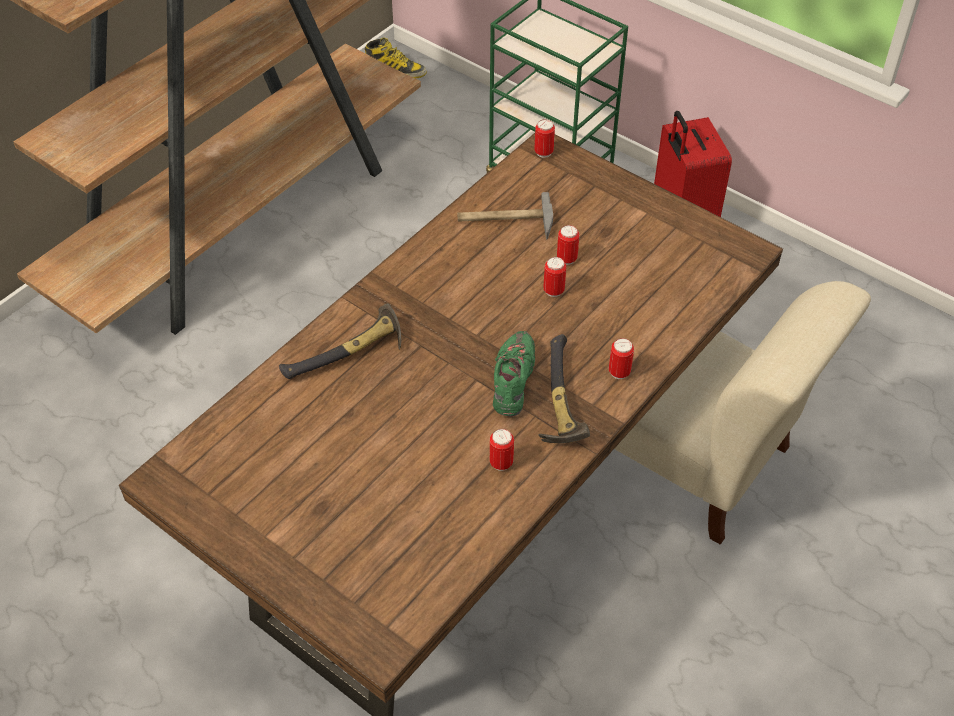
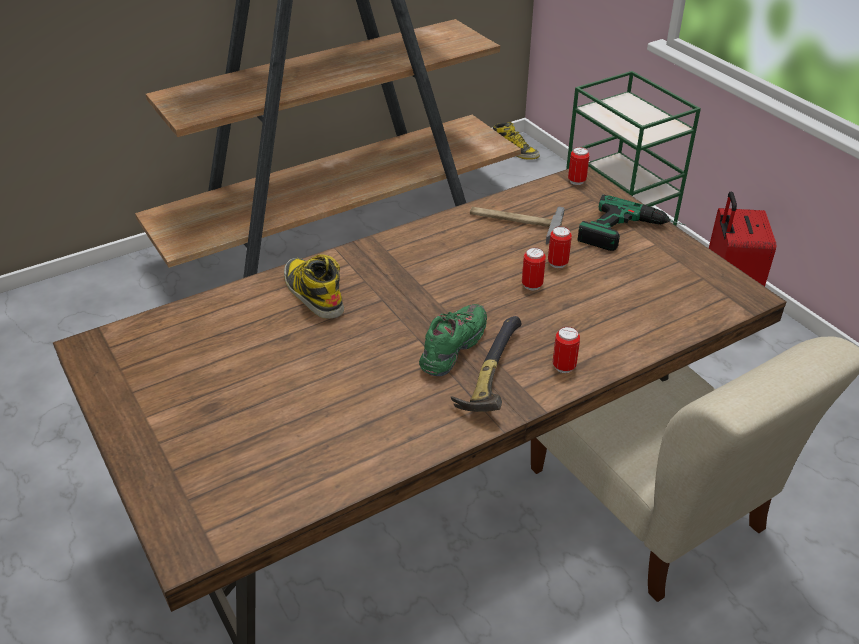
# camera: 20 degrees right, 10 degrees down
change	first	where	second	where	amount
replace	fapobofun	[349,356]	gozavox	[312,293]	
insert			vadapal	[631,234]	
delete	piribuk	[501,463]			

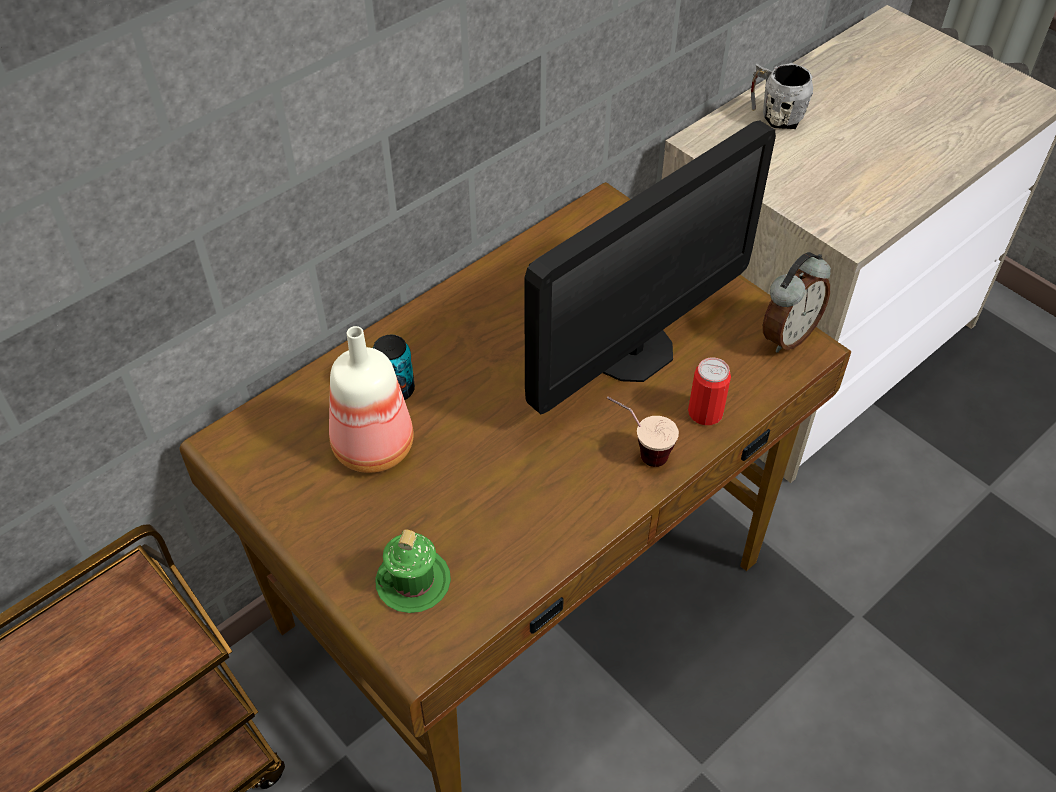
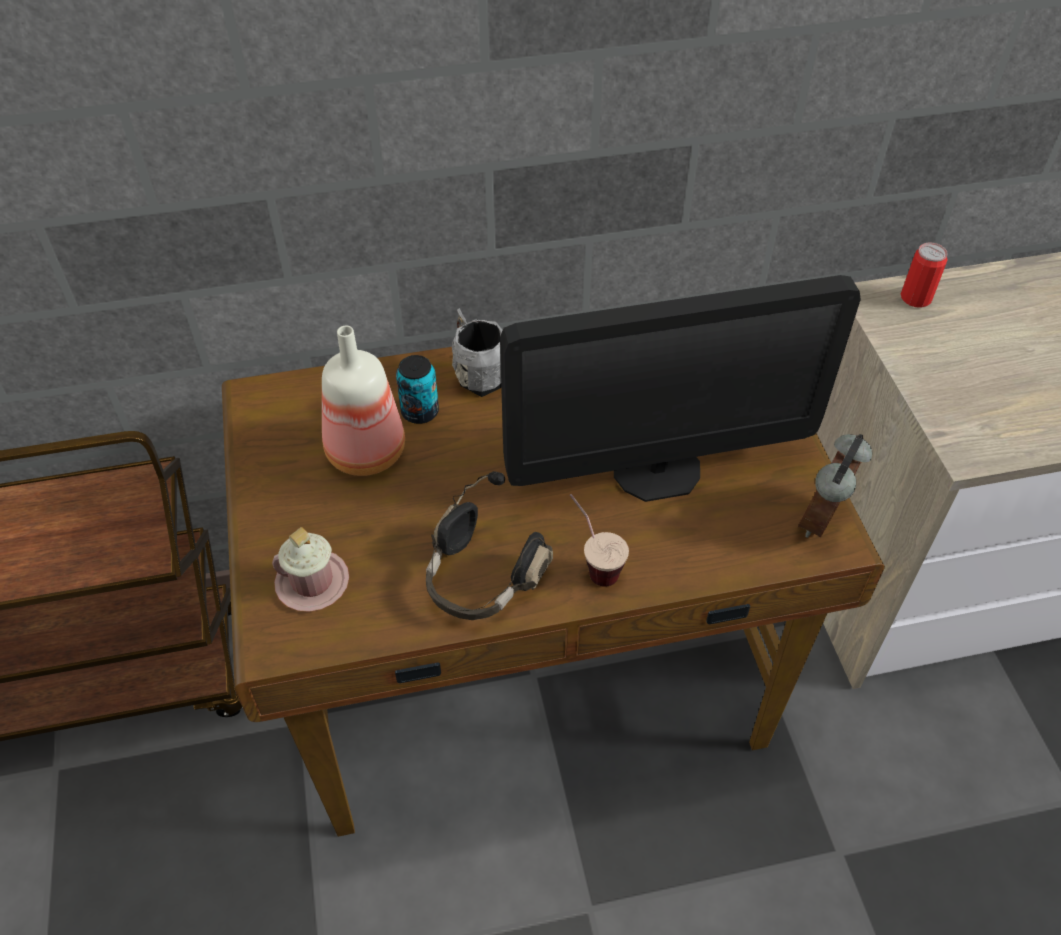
# camera: 30 degrees right, 0 degrees up
change	first	where	second	where	amount
recolor	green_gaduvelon	[413,582]	pink_gaduvelon	[312,582]	
insert			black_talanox	[481,578]	
move	grey_gaduvelon	[775,116]		[477,374]	
rotate	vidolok	[787,335]		[823,520]	135 degrees clockwise
move	piribuk	[705,412]		[915,298]	

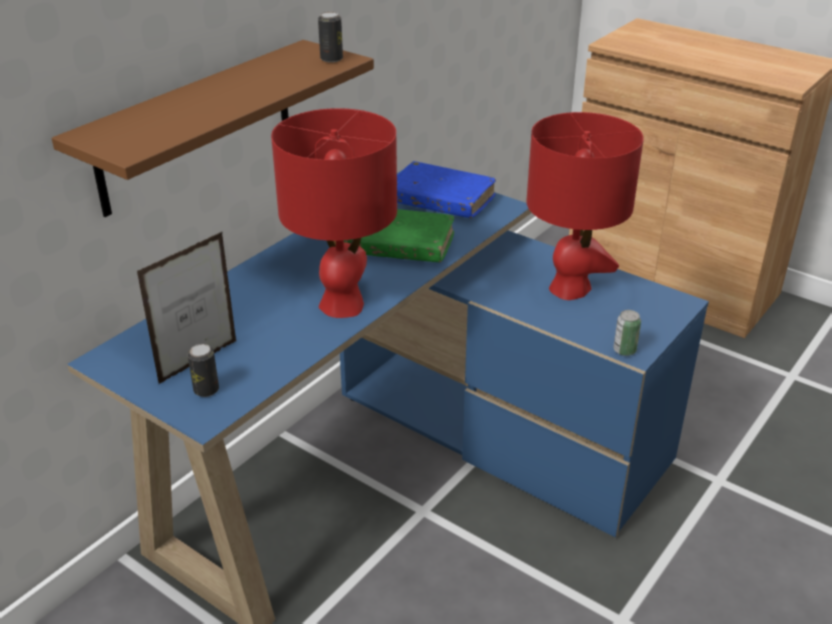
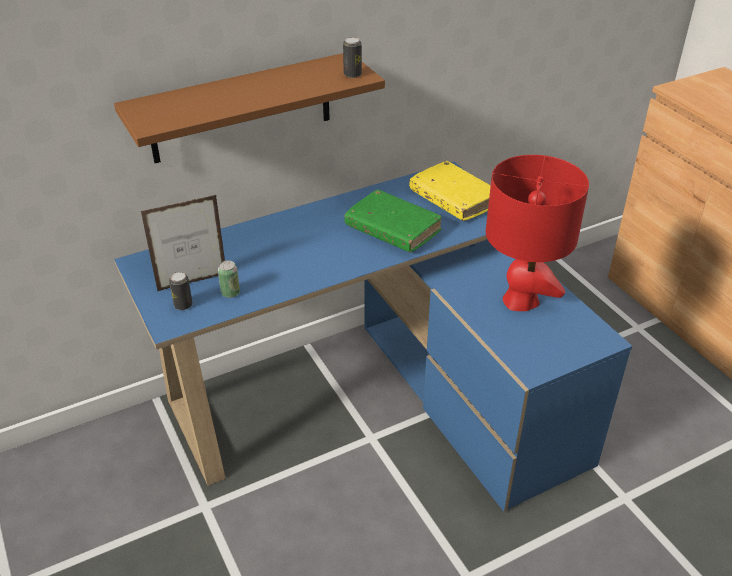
# camera: 25 degrees right, 5 degrees up
change	first	where	second	where	amount
move	piribuk	[624,350]		[230,293]	
recolor	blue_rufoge	[441,200]	yellow_rufoge	[453,199]	
delete	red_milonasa	[343,304]			

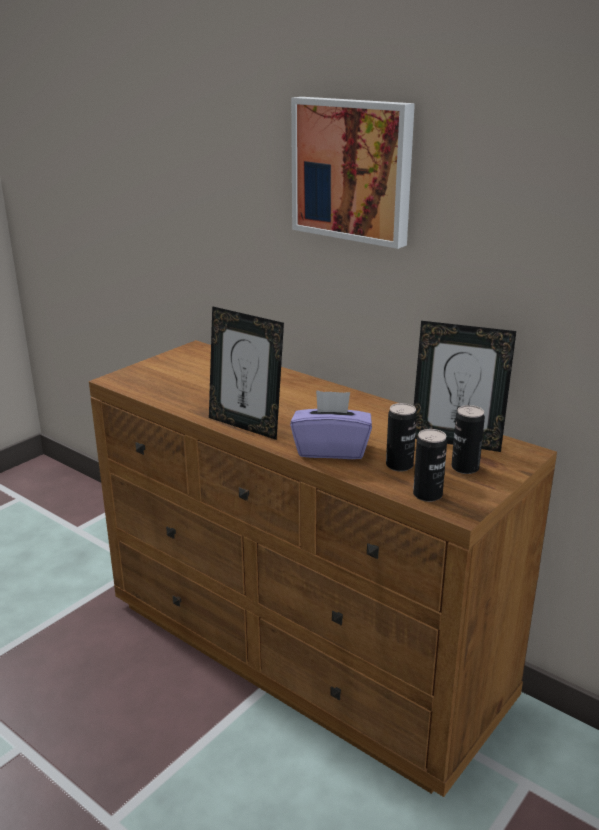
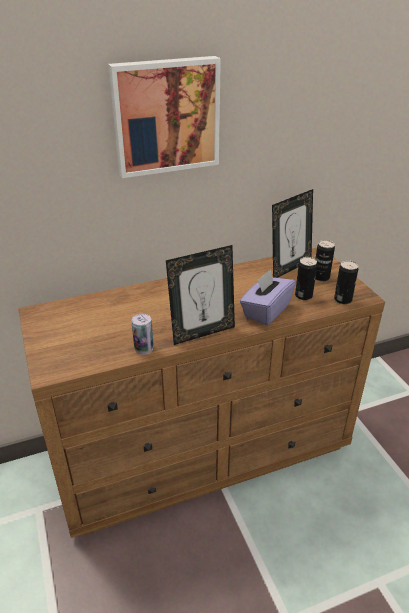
# camera: 60 degrees left, 10 degrees up
change	first	where	second	where	amount
insert			piribuk	[144,348]	

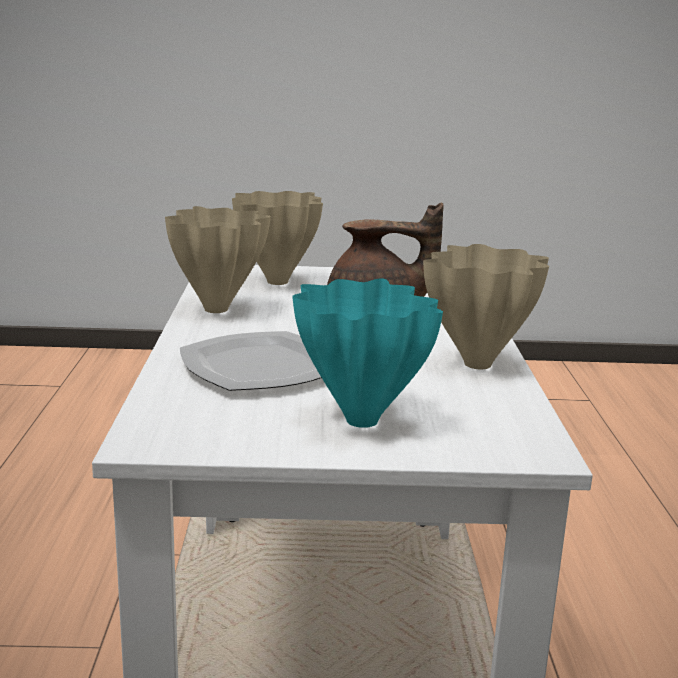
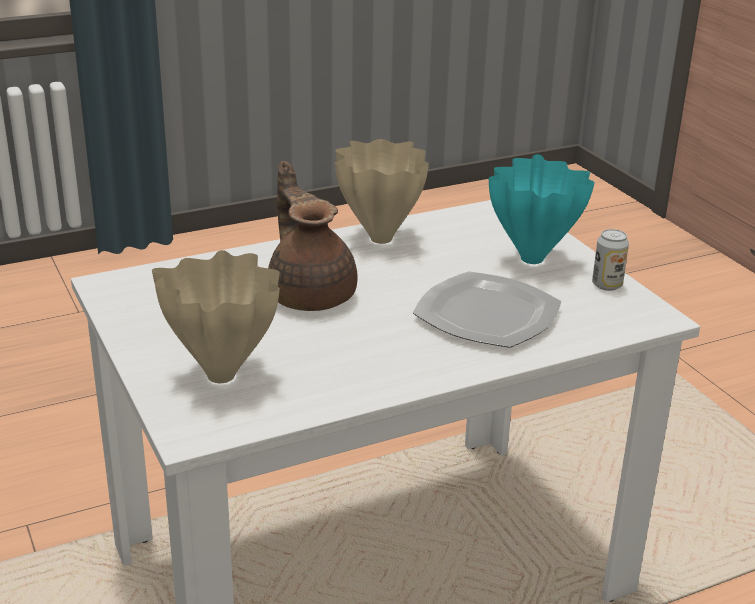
# camera: 115 degrees left, 10 degrees up
change	first	where	second	where	amount
insert			piribuk	[607,285]	
delete	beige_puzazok	[217,310]			

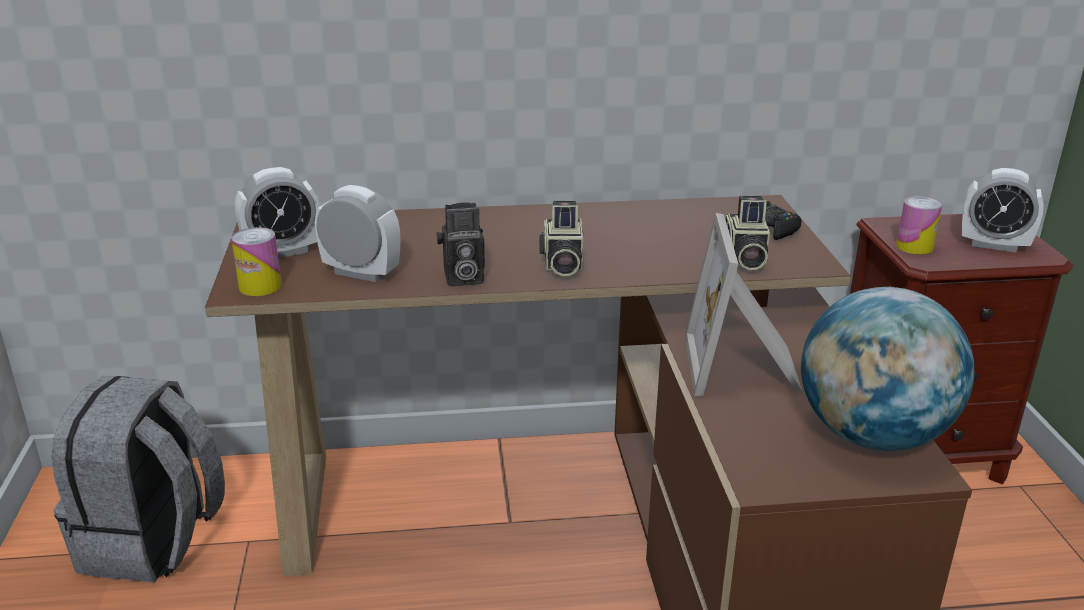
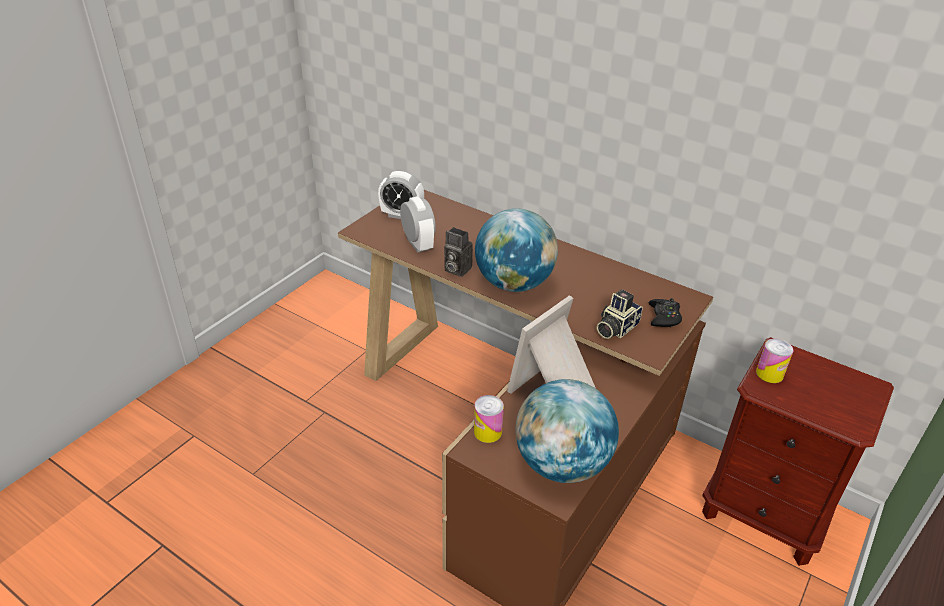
# camera: 40 degrees right, 10 degrees up
change	first	where	second	where	amount
move	piribuk	[260,286]		[487,432]	
replace	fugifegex	[561,264]	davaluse	[514,283]	
delete	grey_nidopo	[153,542]			
delete	vidolok	[993,245]			

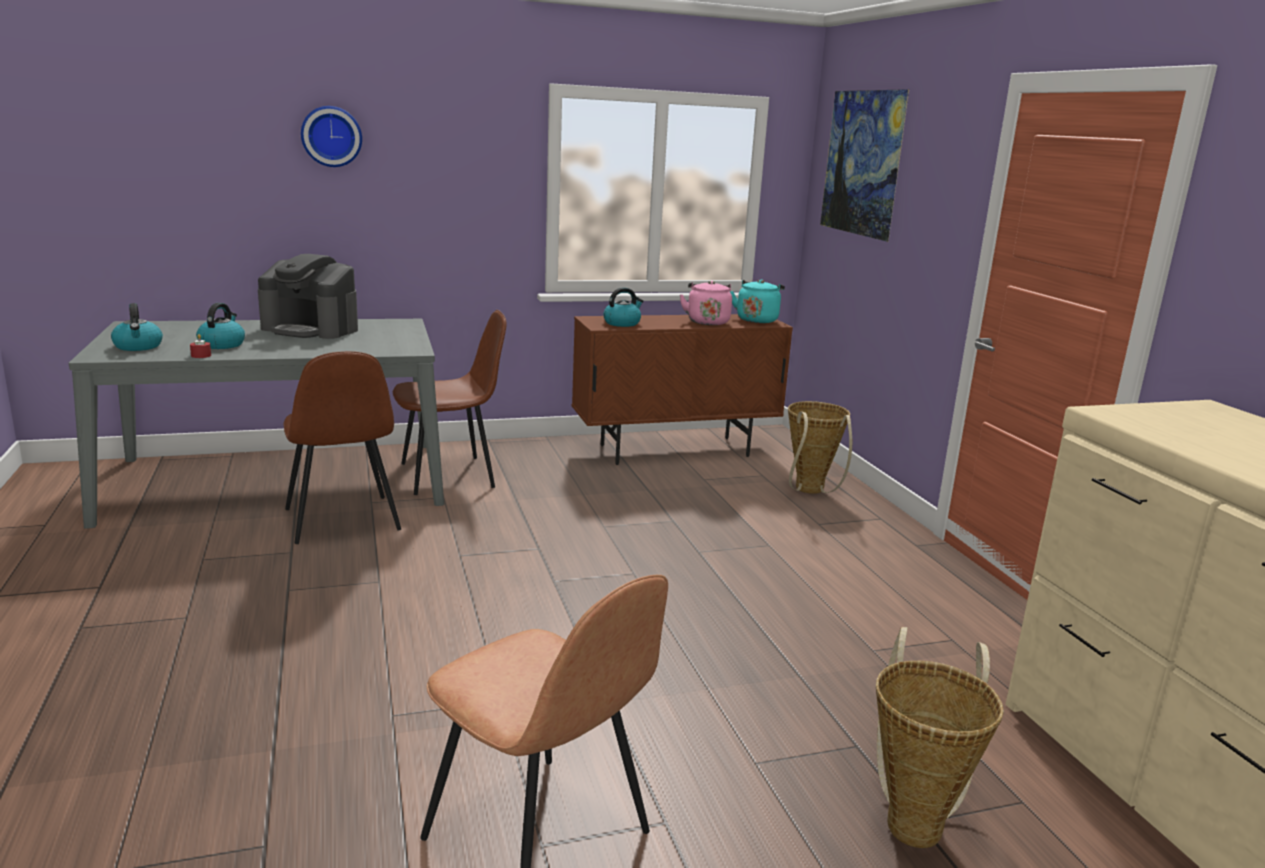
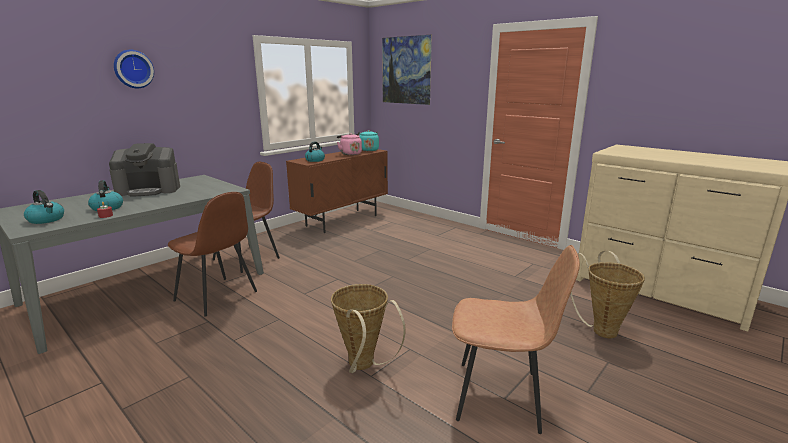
# camera: 30 degrees left, 0 degrees up
change	first	where	second	where	amount
move	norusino	[810,491]		[363,366]	

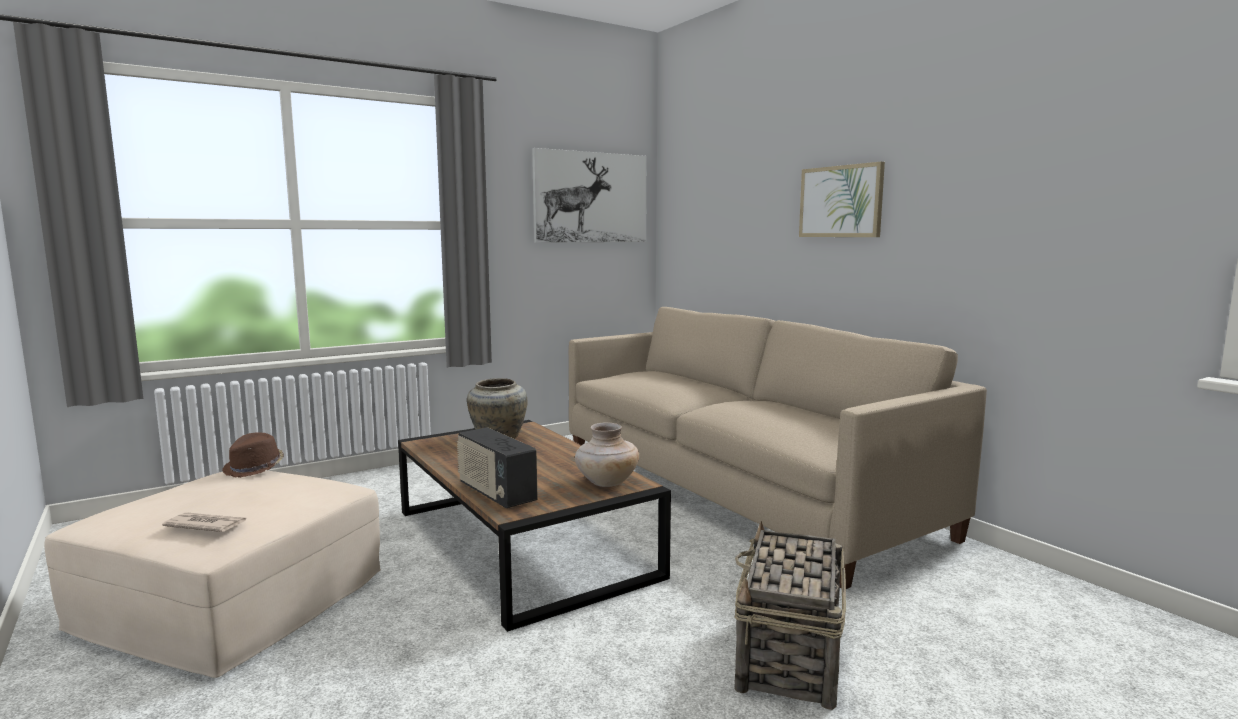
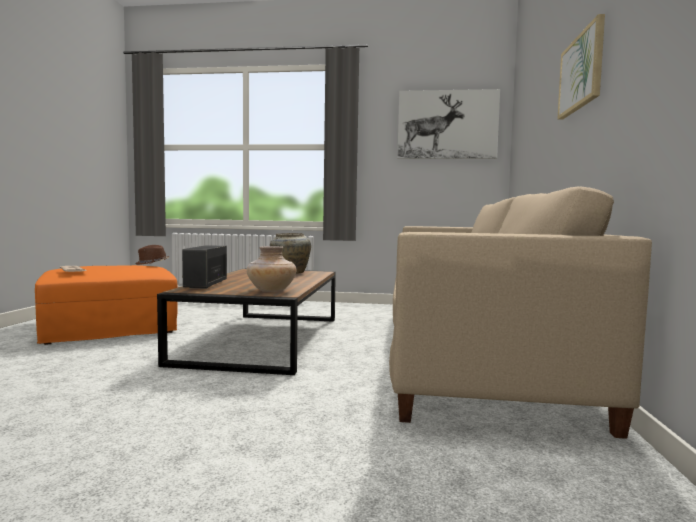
# camera: 40 degrees right, 5 degrees down
change	first	where	second	where	amount
recolor	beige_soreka	[233,601]	orange_soreka	[110,326]	
delete	norusino	[788,657]			

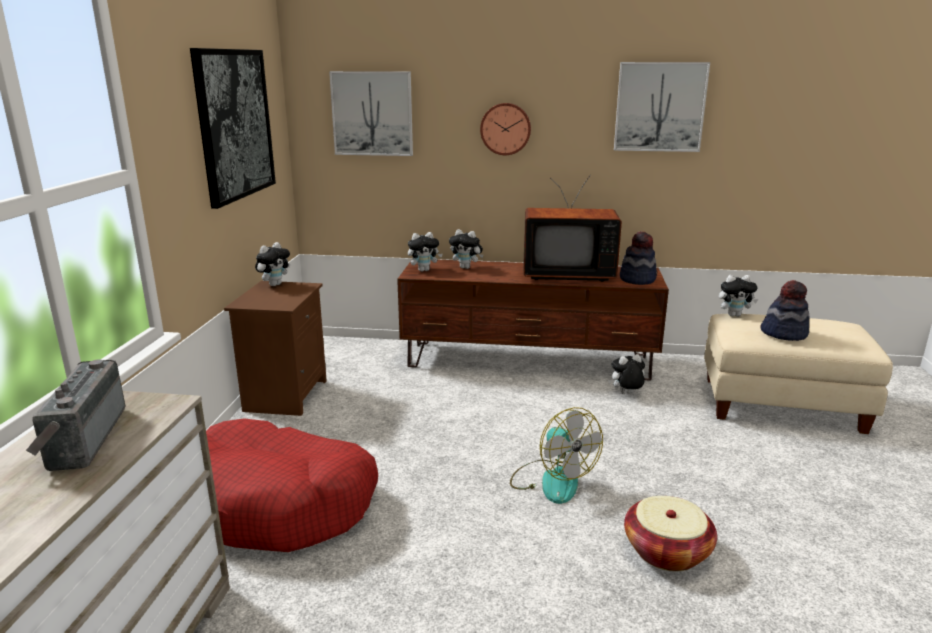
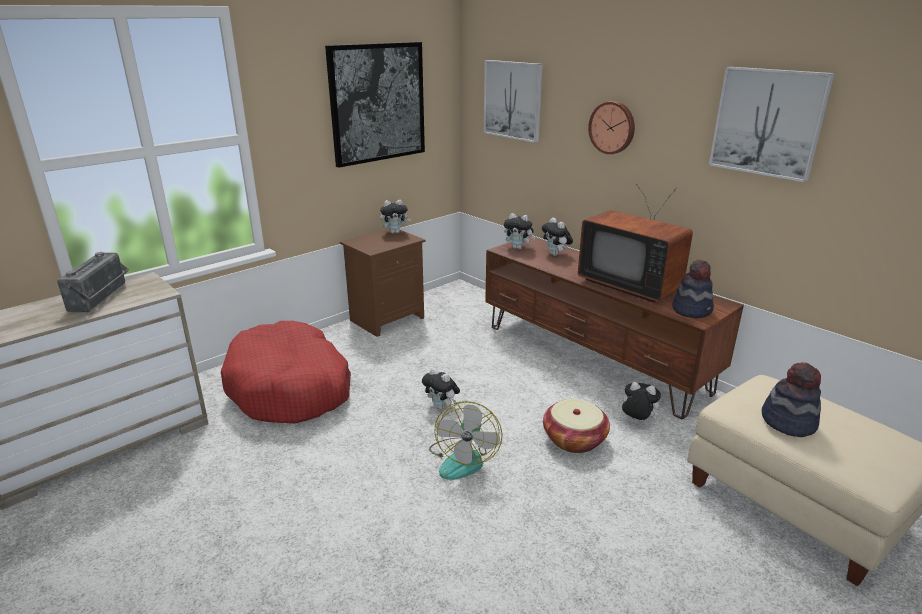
# camera: 40 degrees right, 5 degrees up
change	first	where	second	where	amount
rotate	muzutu	[81,438]		[102,297]	150 degrees clockwise
move	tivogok	[734,315]		[441,407]	
move	norusino	[667,551]		[574,439]	

